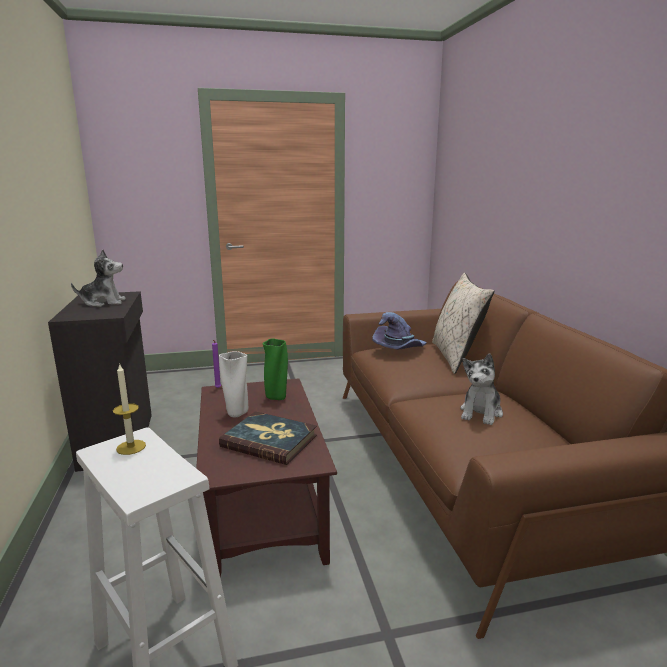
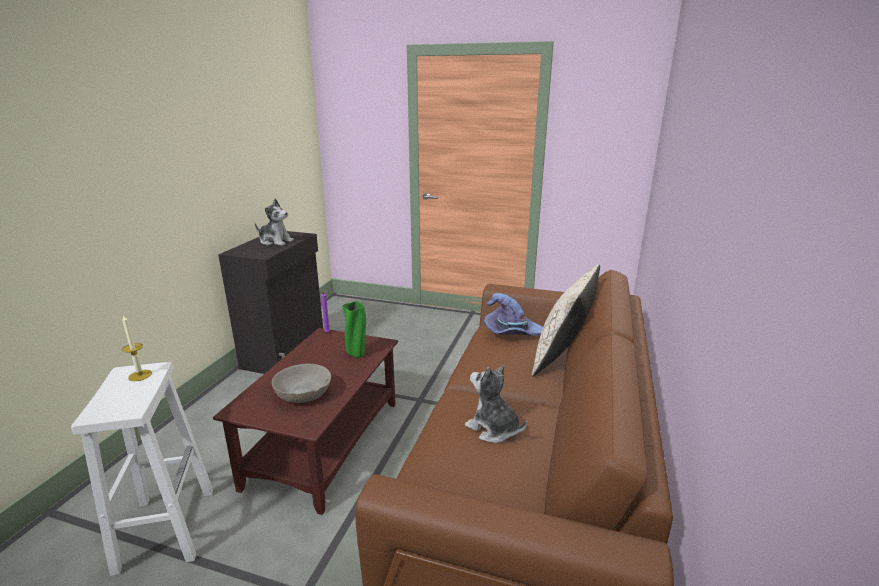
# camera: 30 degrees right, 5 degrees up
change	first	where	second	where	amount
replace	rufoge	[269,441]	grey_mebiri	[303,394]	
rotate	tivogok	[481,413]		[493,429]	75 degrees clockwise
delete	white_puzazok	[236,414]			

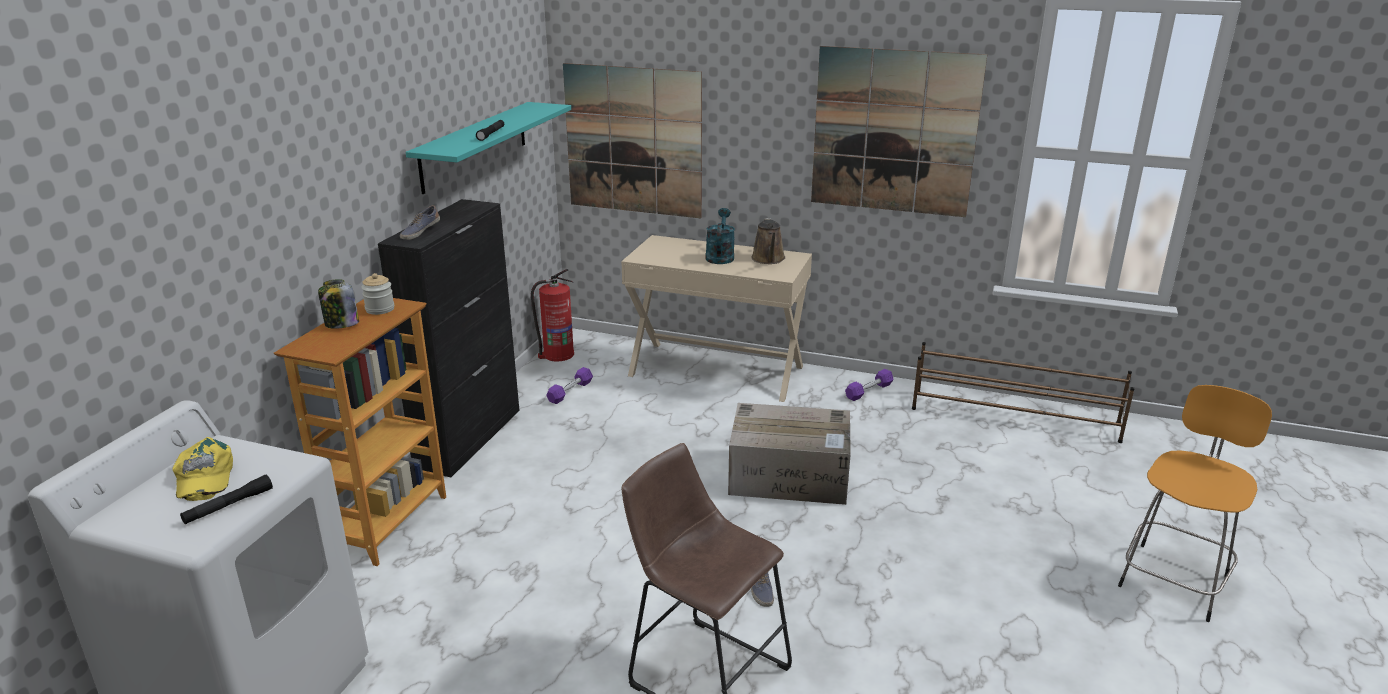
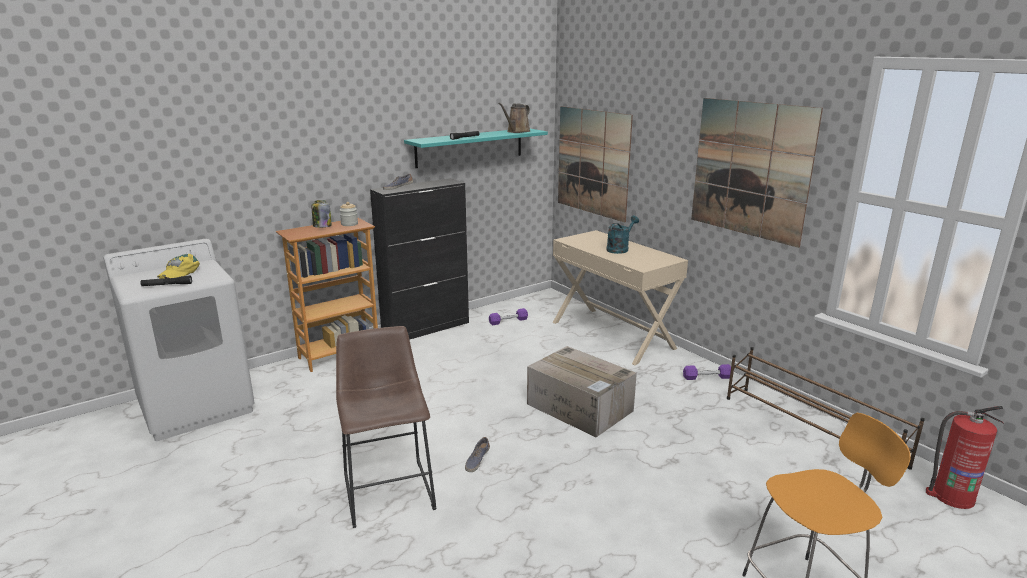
# camera: 35 degrees right, 5 degrees down
change	first	where	second	where	amount
move	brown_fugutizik	[768,259]		[517,131]	
move	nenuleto	[557,354]		[951,496]	

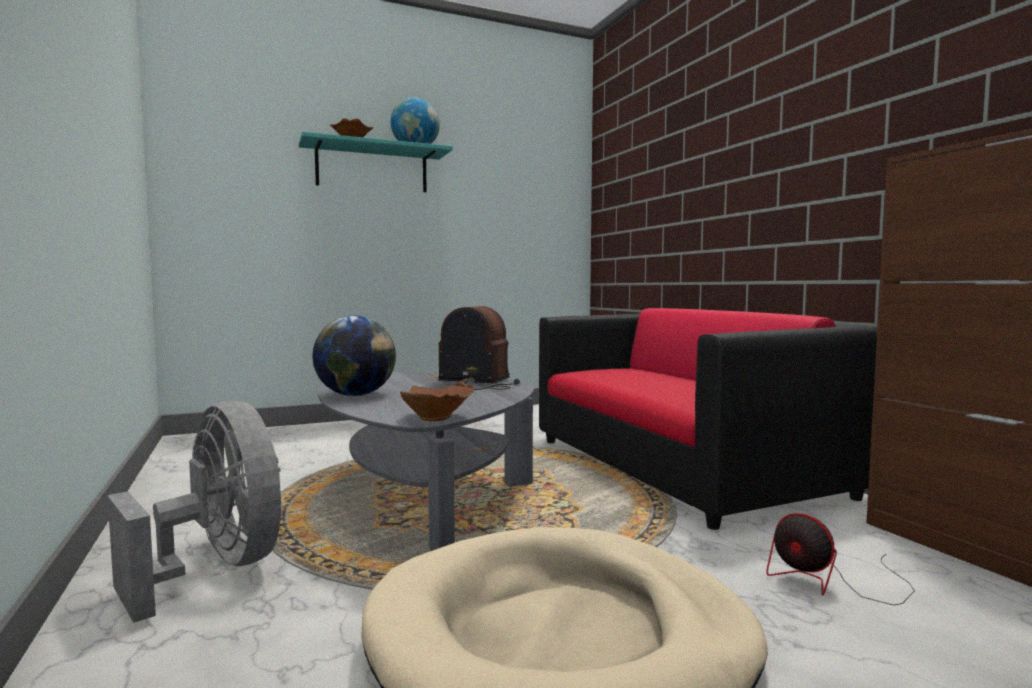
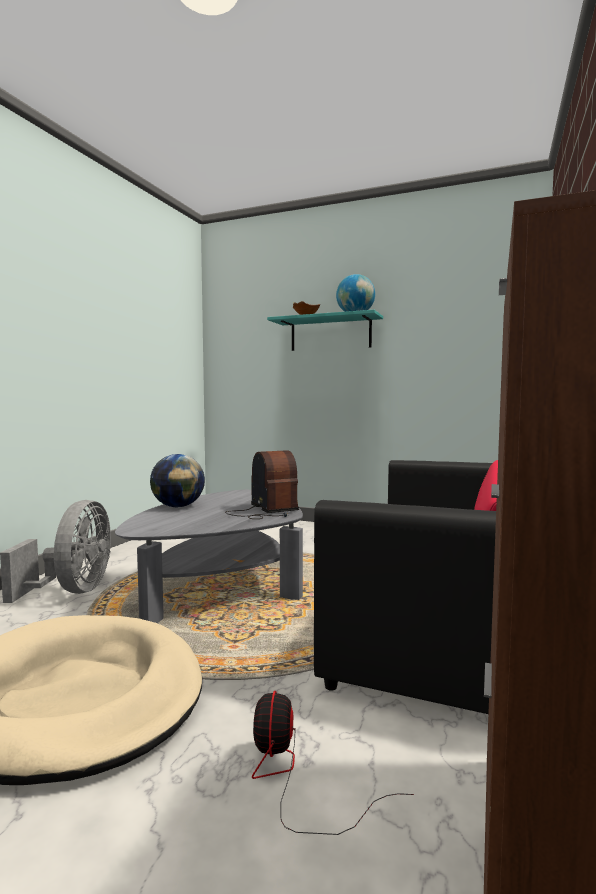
# camera: 45 degrees right, 0 degrees up
change	first	where	second	where	amount
delete	brown_mebiri	[437,418]			

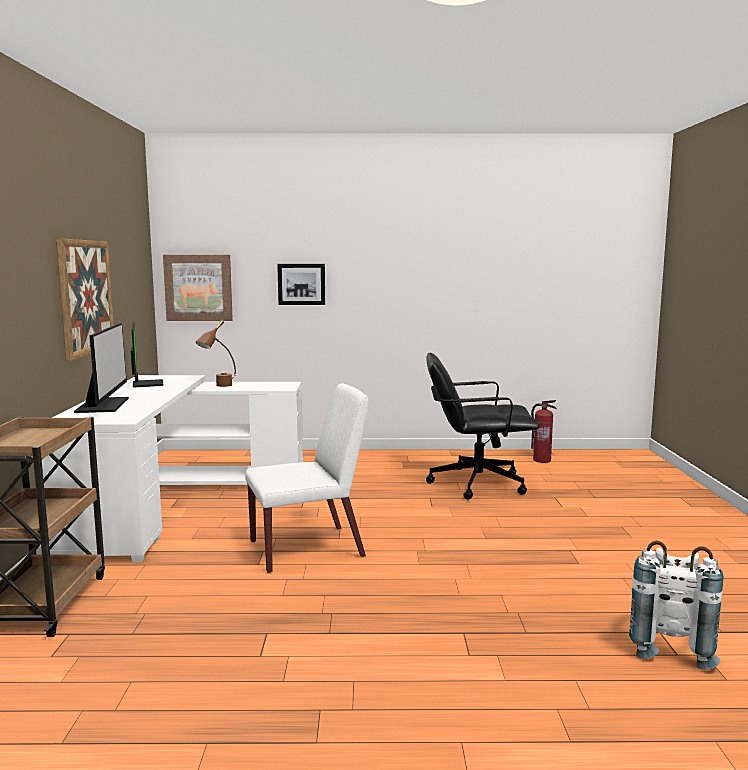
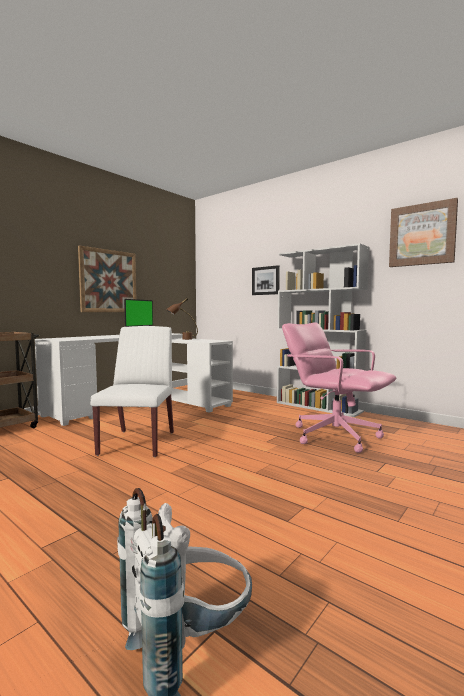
# camera: 40 degrees right, 5 degrees down
change	first	where	second	where	amount
rotate	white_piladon	[308,548]		[138,442]	105 degrees counterclockwise
insert			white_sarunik	[318,407]	
recolor	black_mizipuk	[476,483]	pink_mizipuk	[334,436]	
move	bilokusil	[198,287]		[422,235]	
delete	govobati	[104,405]			
delete	nenuleto	[542,460]			

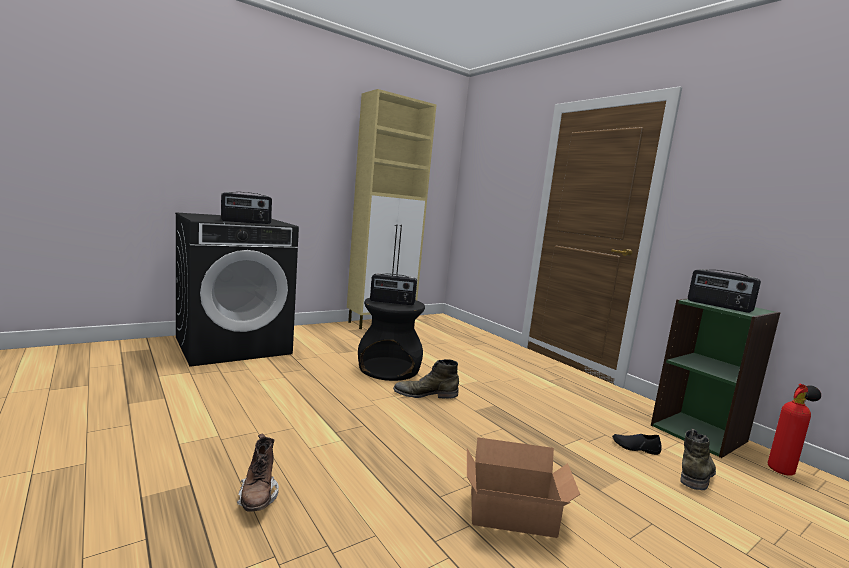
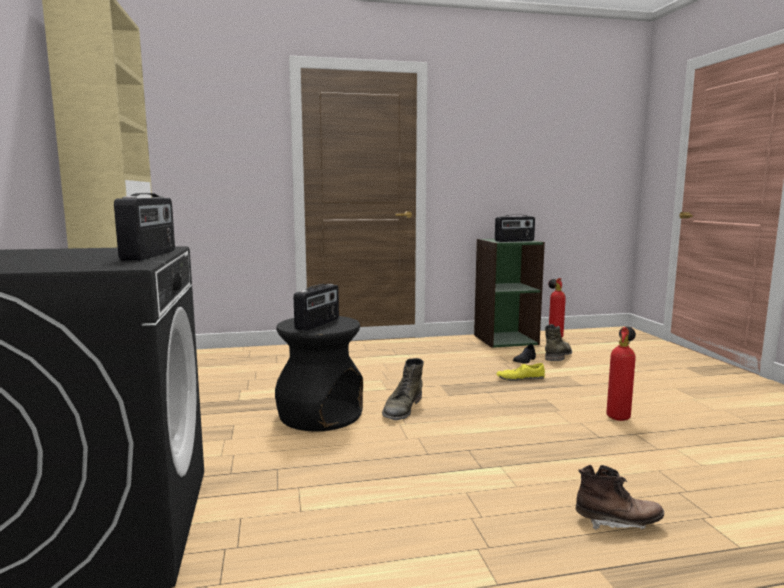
# camera: 65 degrees left, 0 degrees up
change	first	where	second	where	amount
insert			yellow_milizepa	[520,378]	
rotate	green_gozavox	[695,473]		[558,356]	60 degrees clockwise
replace	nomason	[514,515]	nenuleto	[618,416]	

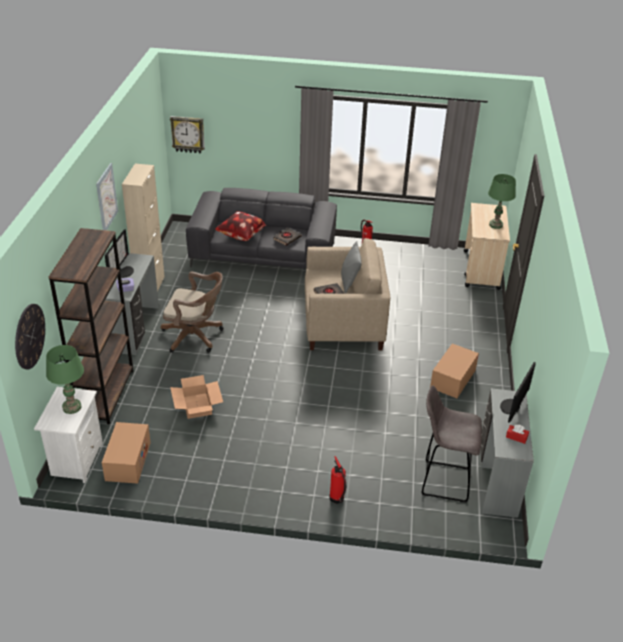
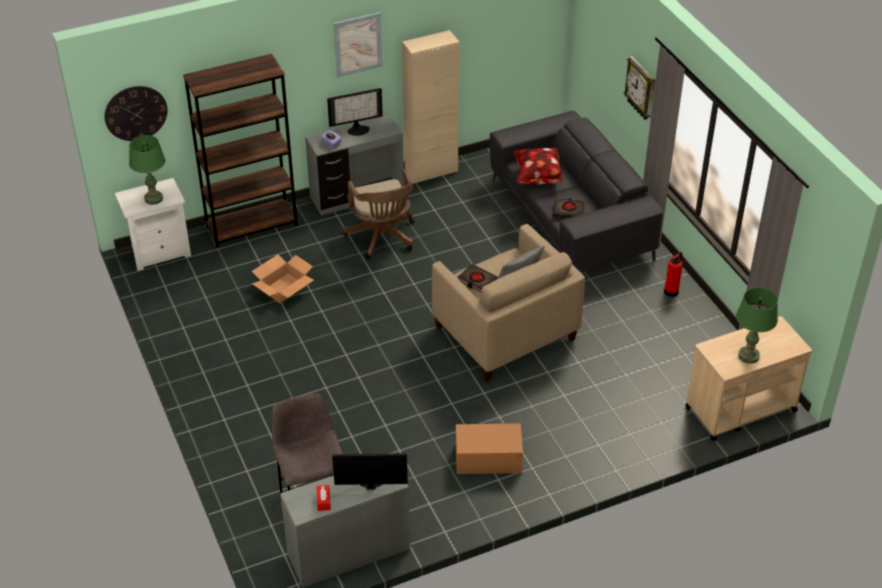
# camera: 60 degrees right, 5 degrees up
change	first	where	second	where	amount
move	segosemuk	[188,134]		[641,88]	
delete	nomason	[128,461]			
delete	nenuleto	[337,499]			

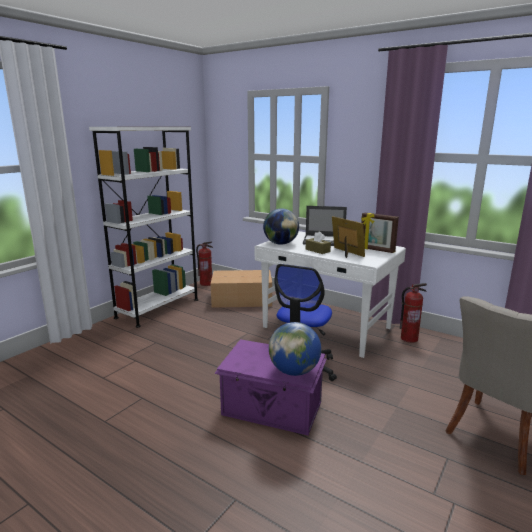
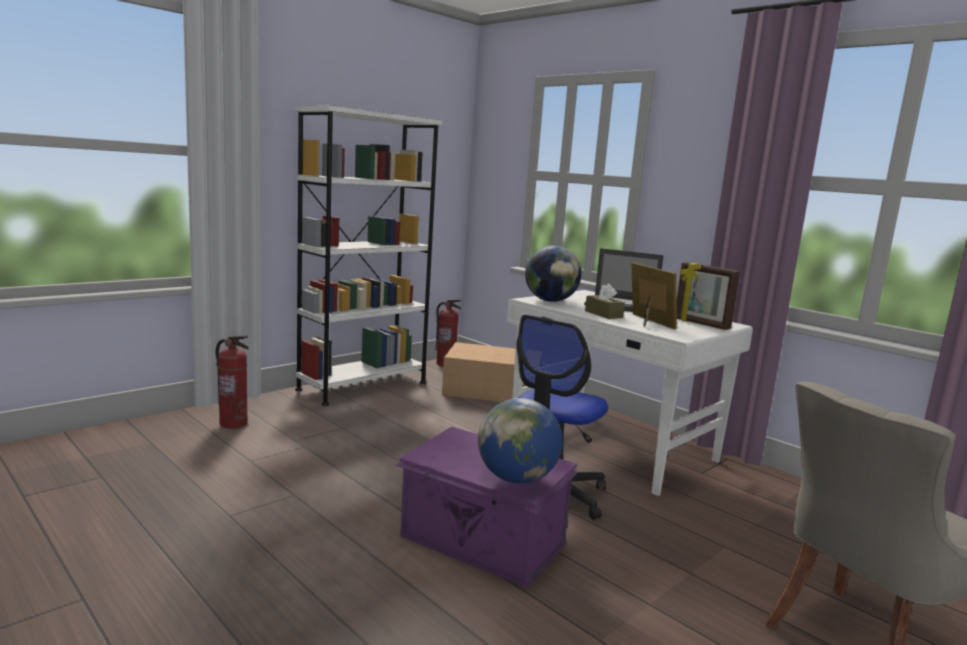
# camera: 10 degrees right, 5 degrees down
change	first	where	second	where	amount
move	nenuleto	[409,338]		[234,423]	

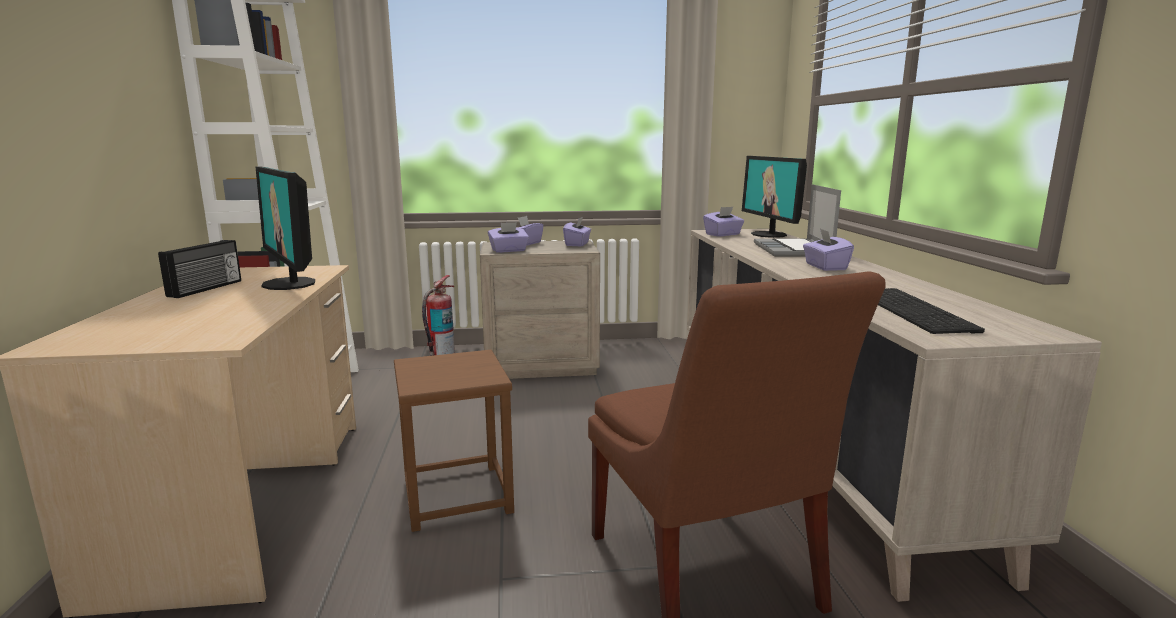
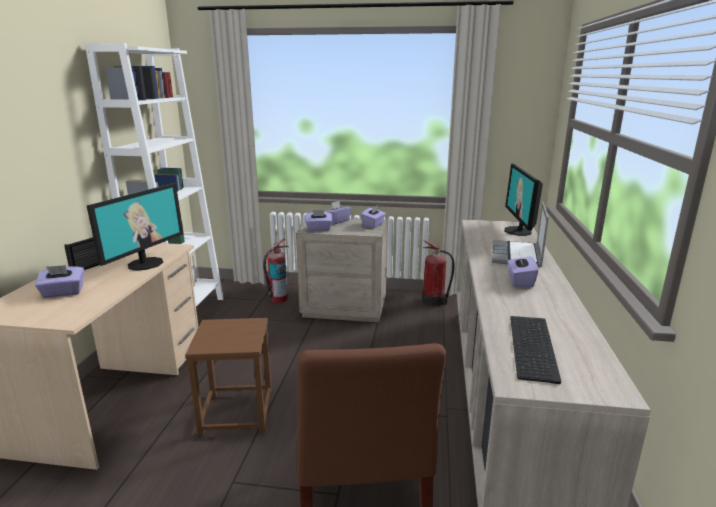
# camera: 15 degrees right, 5 degrees up
change	first	where	second	where	amount
move	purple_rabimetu	[723,234]		[63,293]	
rotate	govobati	[290,283]		[145,263]	135 degrees counterclockwise
insert			nenuleto	[434,301]	

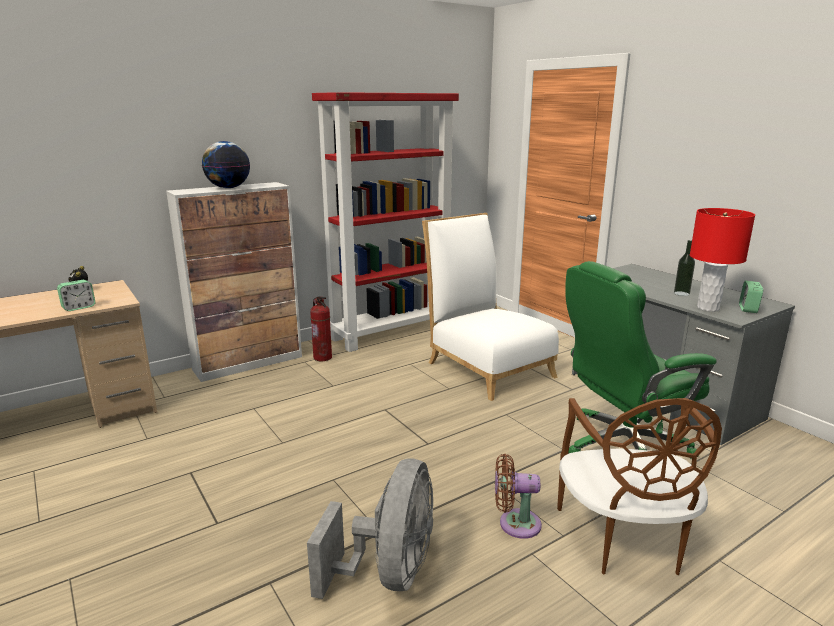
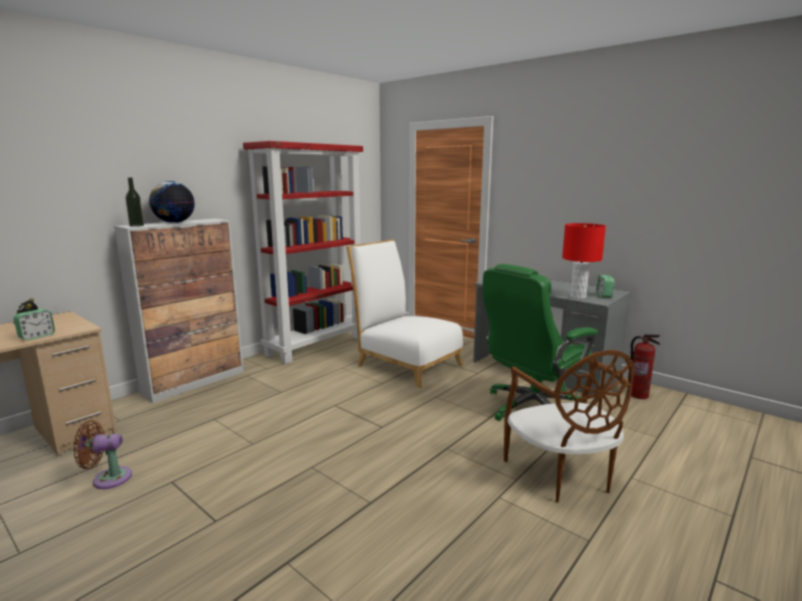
# camera: 15 degrees left, 5 degrees down
change	first	where	second	where	amount
move	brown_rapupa	[515,523]		[108,478]	
move	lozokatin	[681,293]		[136,226]	
move	nenuleto	[323,357]		[638,395]	
delete	grey_rapupa	[389,572]			

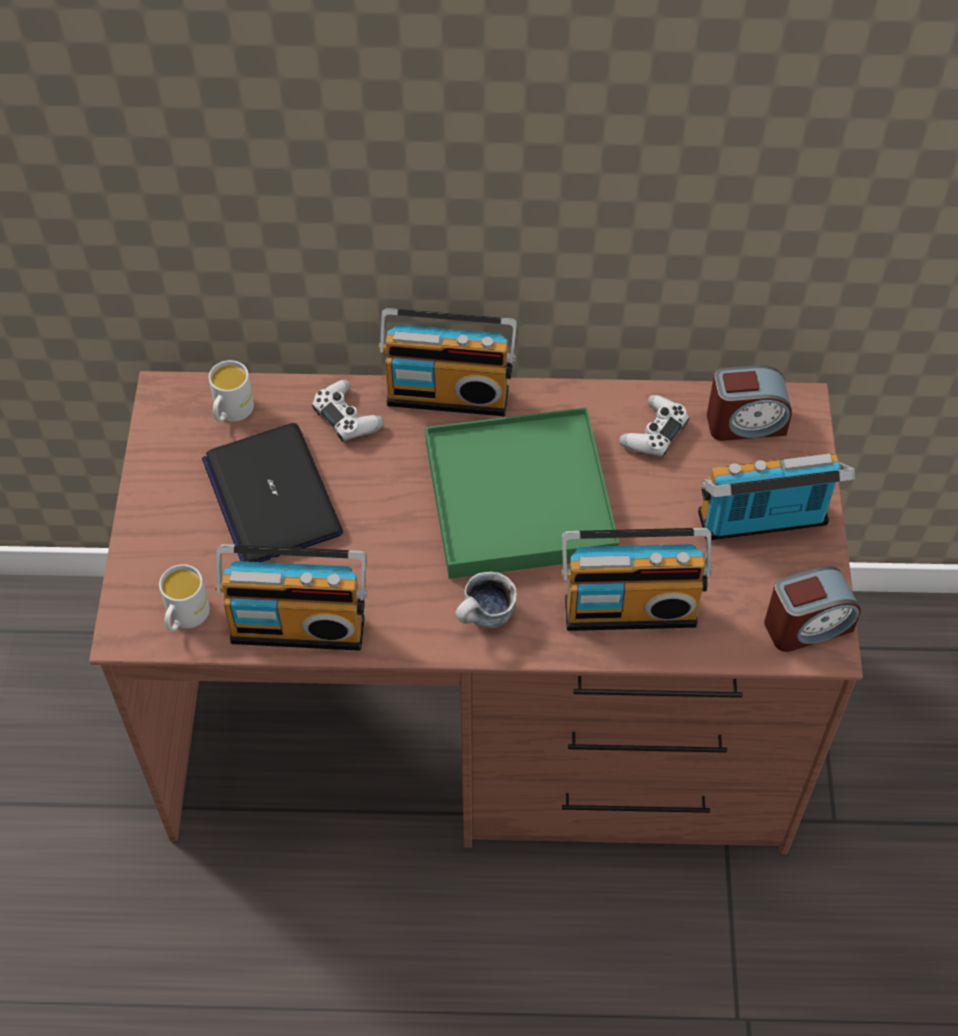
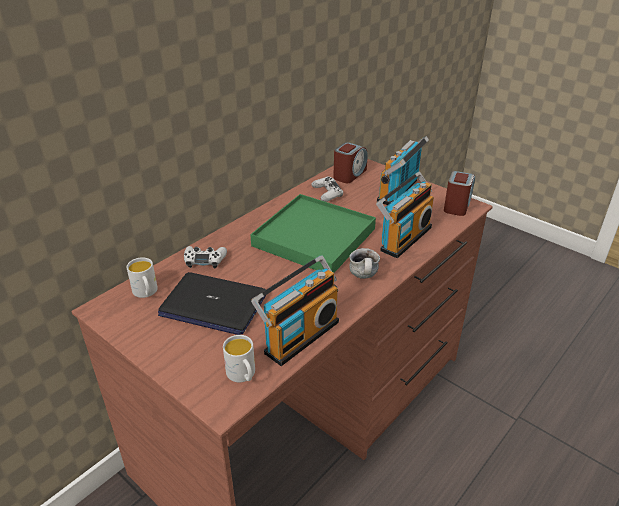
# camera: 50 degrees left, 20 degrees down
change	first	where	second	where	amount
delete	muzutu	[448,393]			

